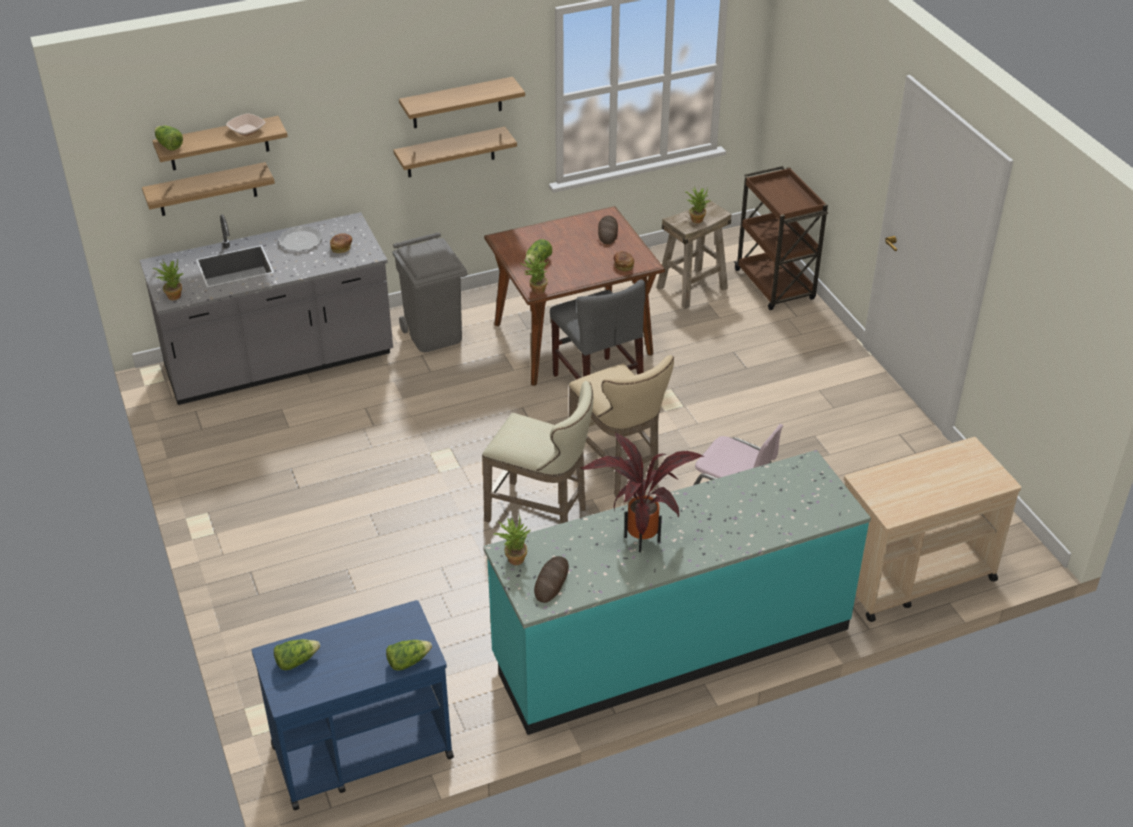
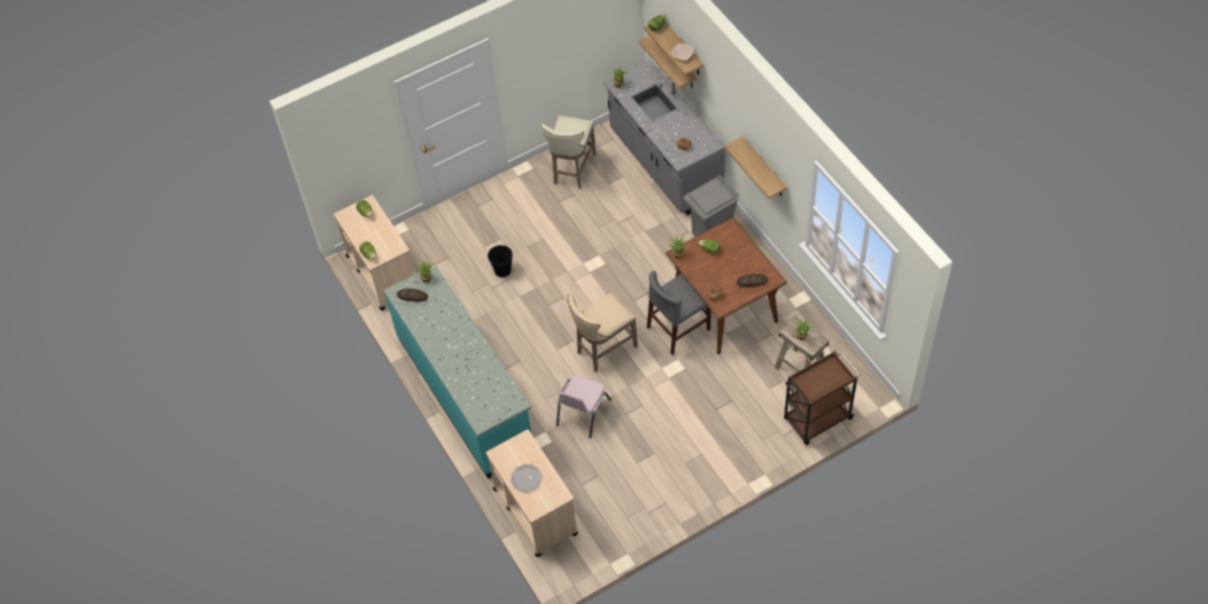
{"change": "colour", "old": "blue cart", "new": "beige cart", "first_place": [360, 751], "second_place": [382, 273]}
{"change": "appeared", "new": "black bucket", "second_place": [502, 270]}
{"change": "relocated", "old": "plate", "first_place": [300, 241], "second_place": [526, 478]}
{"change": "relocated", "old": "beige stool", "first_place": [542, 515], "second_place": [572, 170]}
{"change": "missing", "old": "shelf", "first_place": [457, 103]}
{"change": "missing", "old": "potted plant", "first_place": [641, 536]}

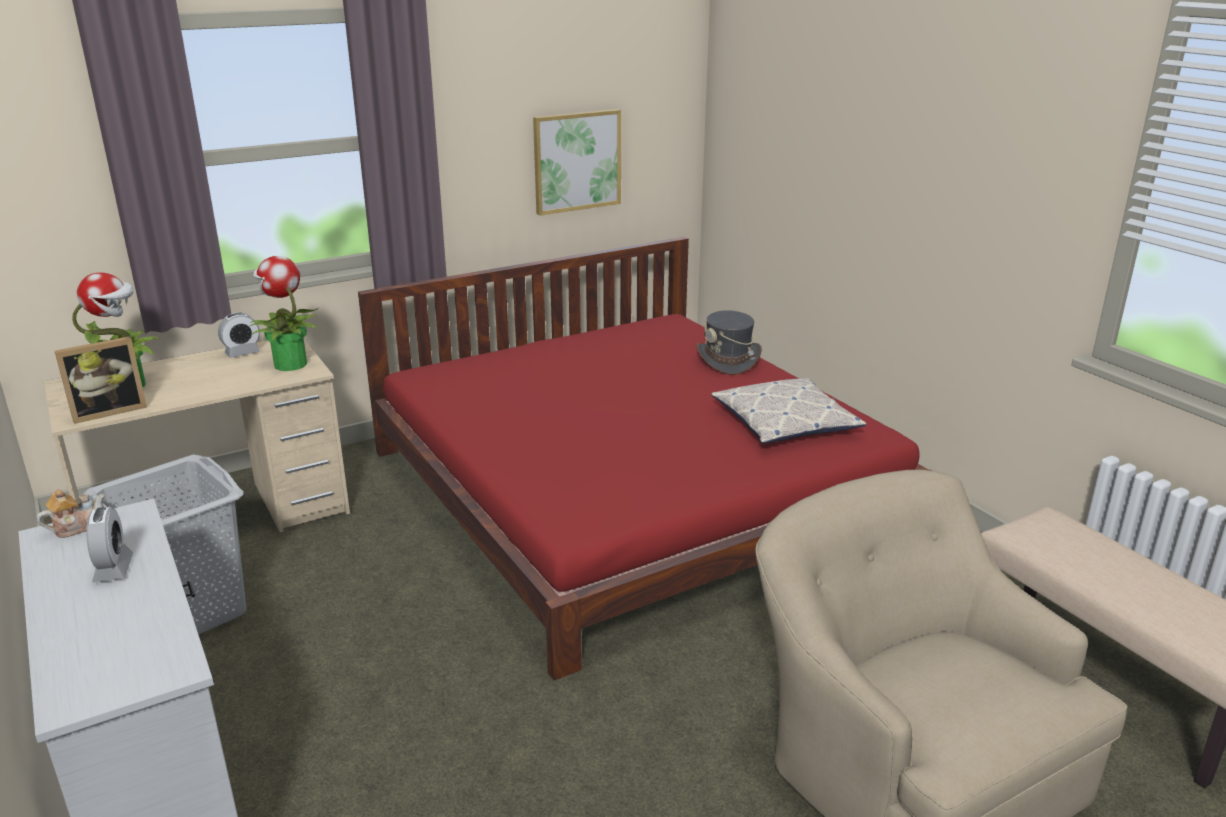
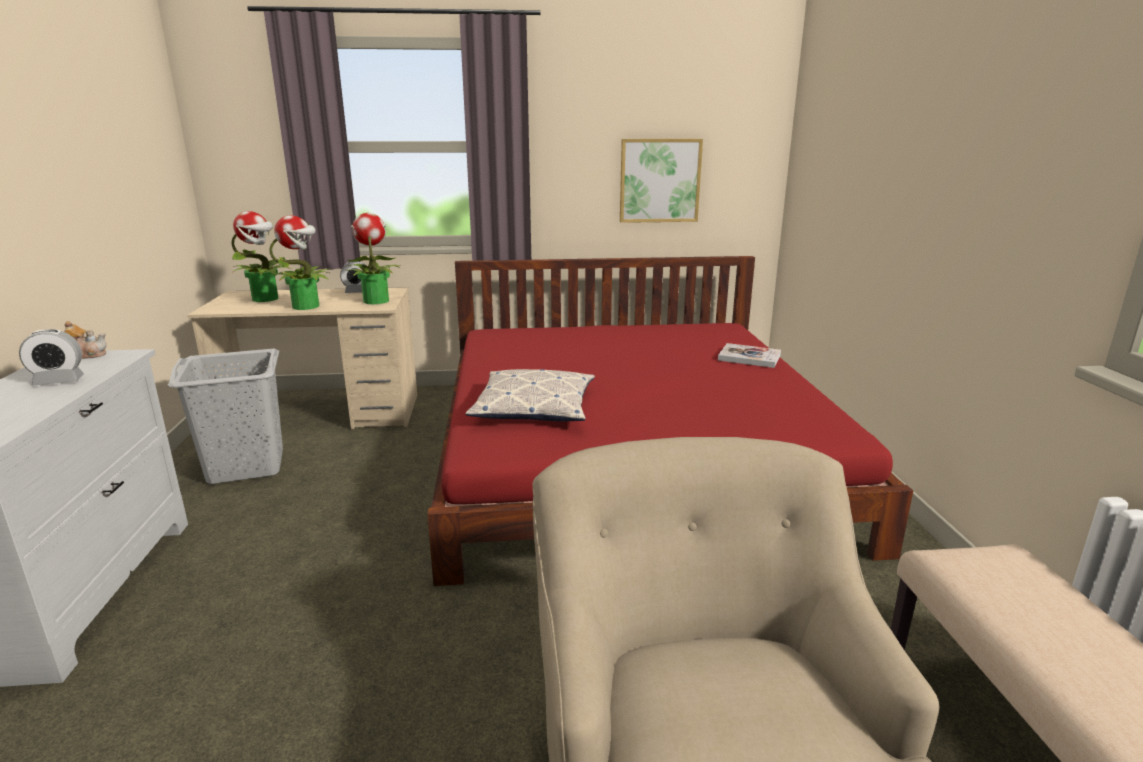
{"change": "spun", "old": "alarm clock", "first_place": [113, 568], "second_place": [59, 381], "degrees": 60}
{"change": "appeared", "new": "potted plant", "second_place": [307, 306]}
{"change": "relocated", "old": "pillow", "first_place": [785, 422], "second_place": [534, 408]}
{"change": "exchanged", "old": "grey hat", "new": "book", "first_place": [728, 360], "second_place": [749, 357]}
{"change": "missing", "old": "picture frame", "first_place": [109, 411]}

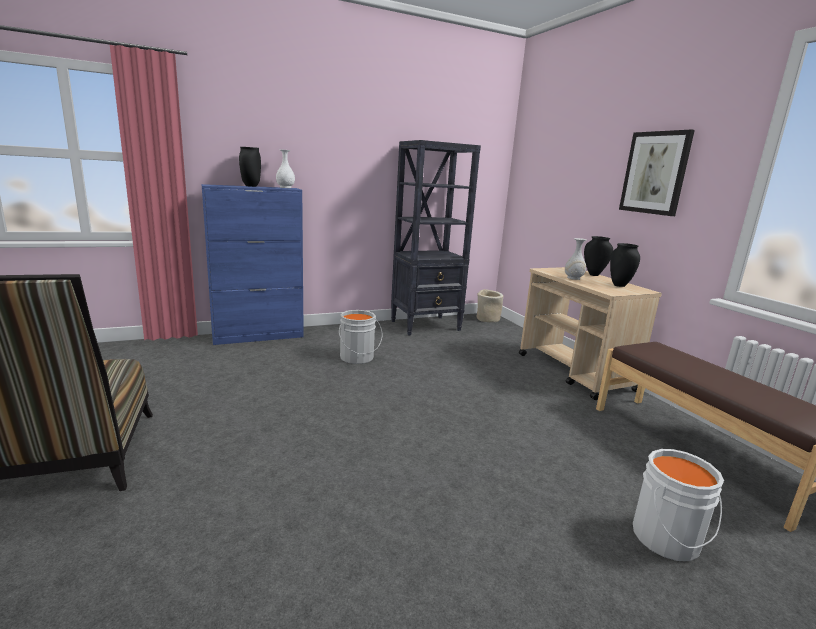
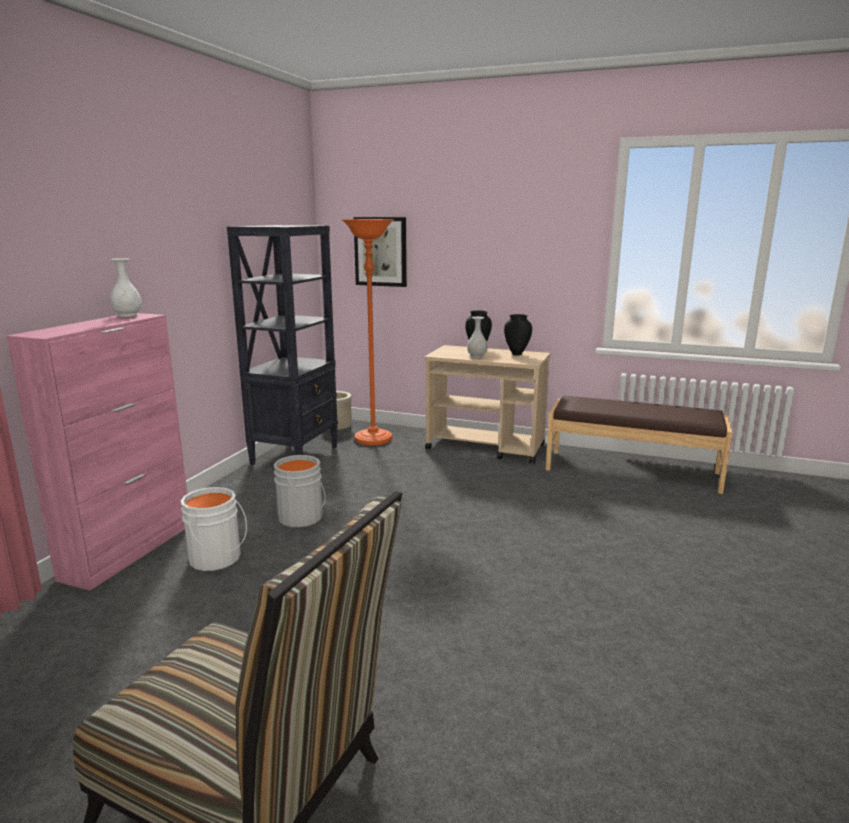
{"change": "colour", "old": "blue cabinet", "new": "pink cabinet", "first_place": [259, 336], "second_place": [130, 550]}
{"change": "relocated", "old": "white bucket", "first_place": [668, 540], "second_place": [217, 558]}
{"change": "appeared", "new": "orange floor lamp", "second_place": [373, 440]}
{"change": "relocated", "old": "picture", "first_place": [655, 173], "second_place": [381, 251]}
{"change": "missing", "old": "black vase", "first_place": [251, 186]}

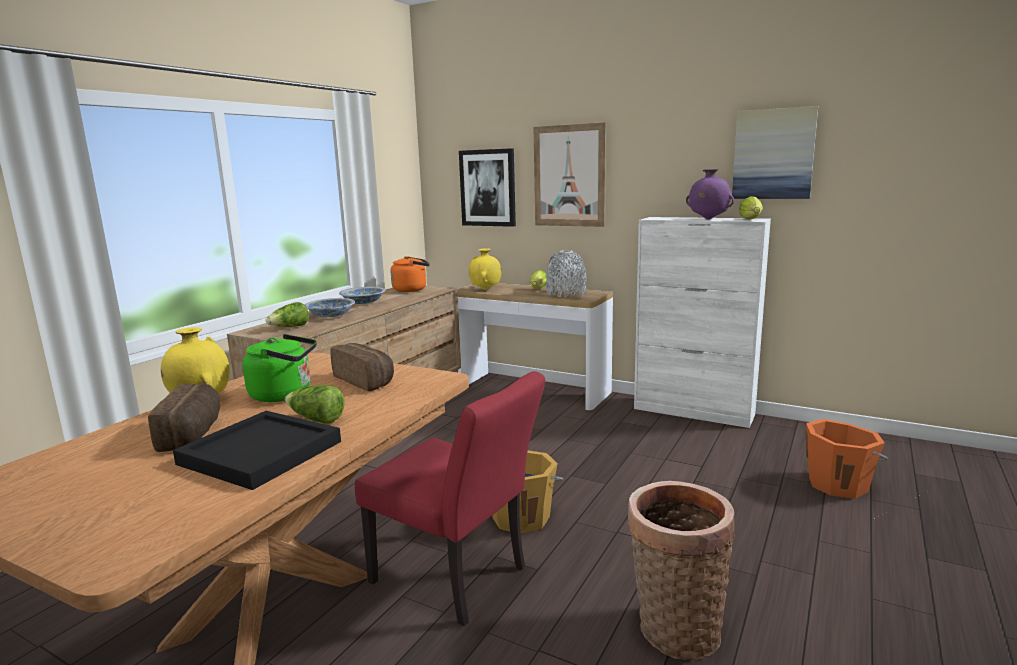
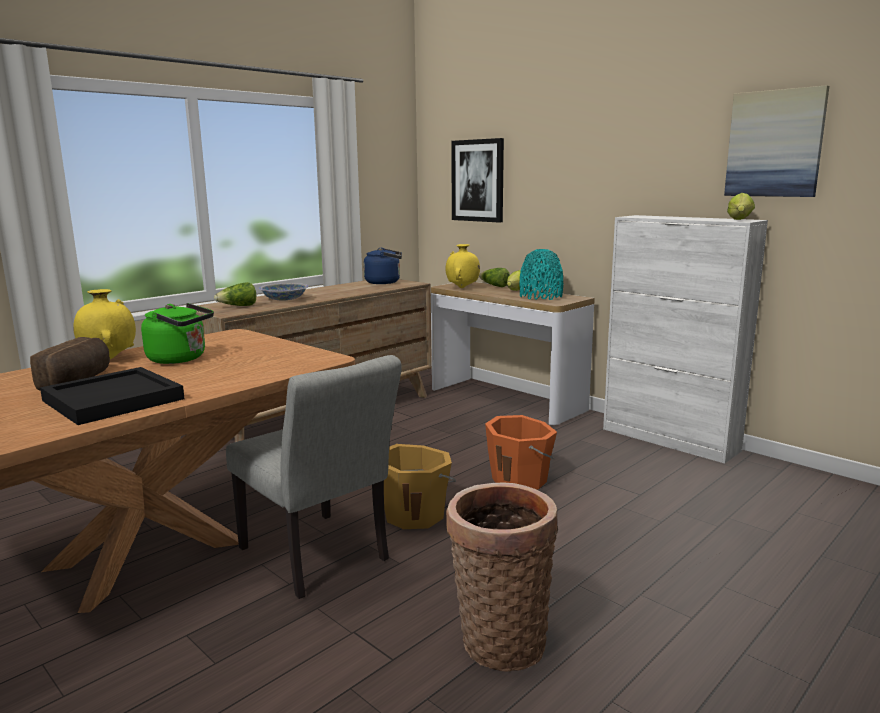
{"change": "colour", "old": "red chair", "new": "grey chair", "first_place": [458, 579], "second_place": [320, 558]}
{"change": "colour", "old": "orange kettle", "new": "blue kettle", "first_place": [412, 289], "second_place": [385, 282]}
{"change": "relocated", "old": "lettuce", "first_place": [316, 419], "second_place": [494, 286]}
{"change": "relocated", "old": "orange bucket", "first_place": [838, 484], "second_place": [520, 479]}
{"change": "colour", "old": "grey vase", "new": "turquoise vase", "first_place": [566, 294], "second_place": [540, 296]}
{"change": "missing", "old": "bread", "first_place": [366, 380]}
{"change": "missing", "old": "bowl", "first_place": [363, 303]}
{"change": "missing", "old": "picture", "first_place": [569, 176]}
{"change": "missing", "old": "purple vase", "first_place": [708, 219]}

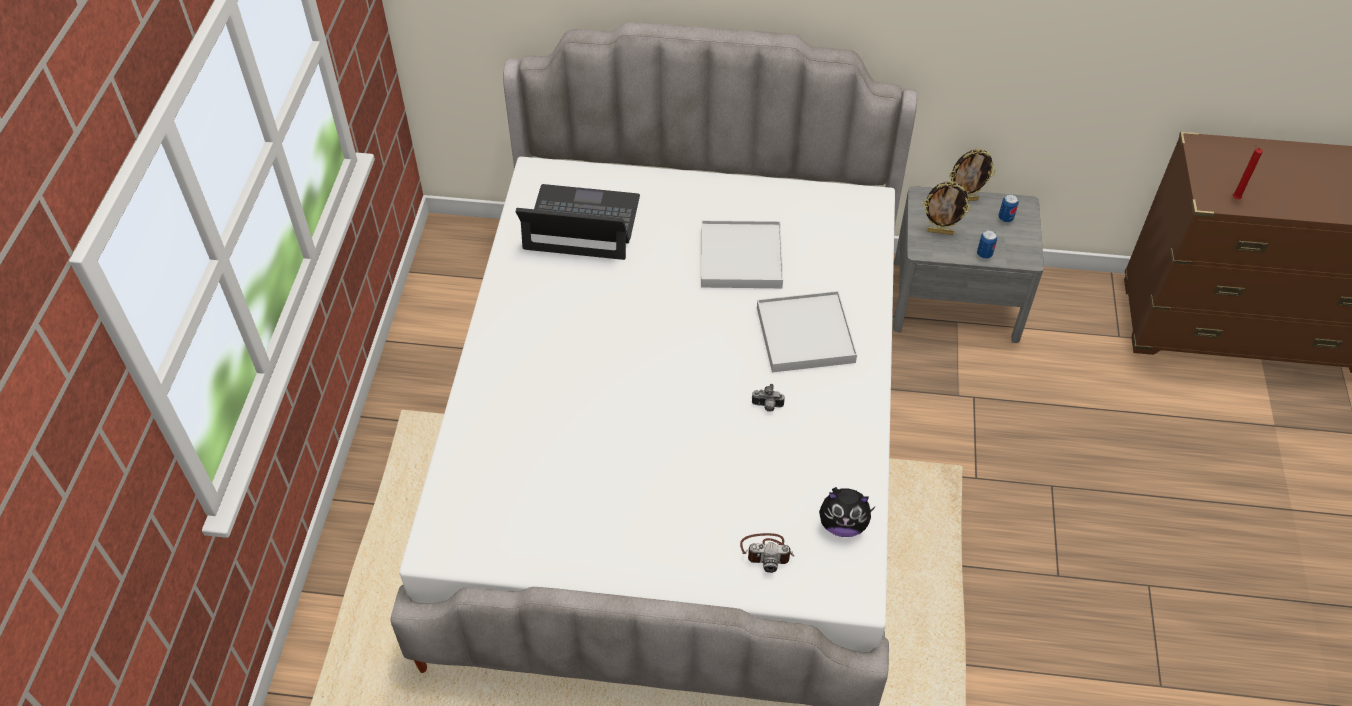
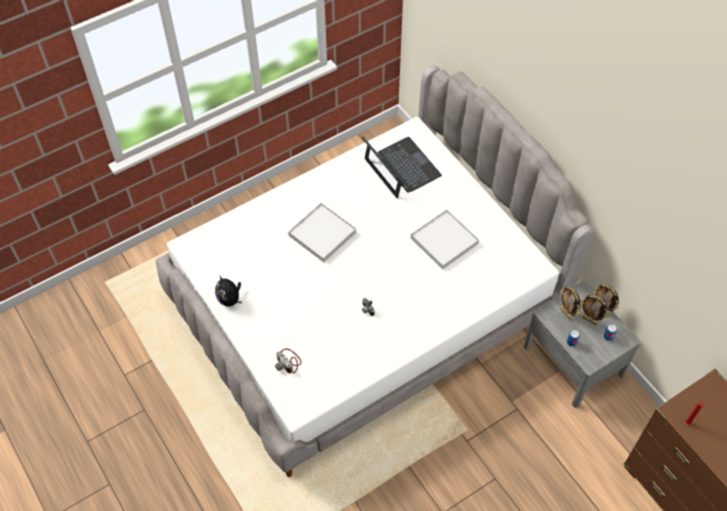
{"change": "relocated", "old": "plush toy", "first_place": [842, 524], "second_place": [230, 299]}
{"change": "relocated", "old": "white tray", "first_place": [805, 334], "second_place": [322, 234]}
{"change": "appeared", "new": "picture frame", "second_place": [590, 320]}

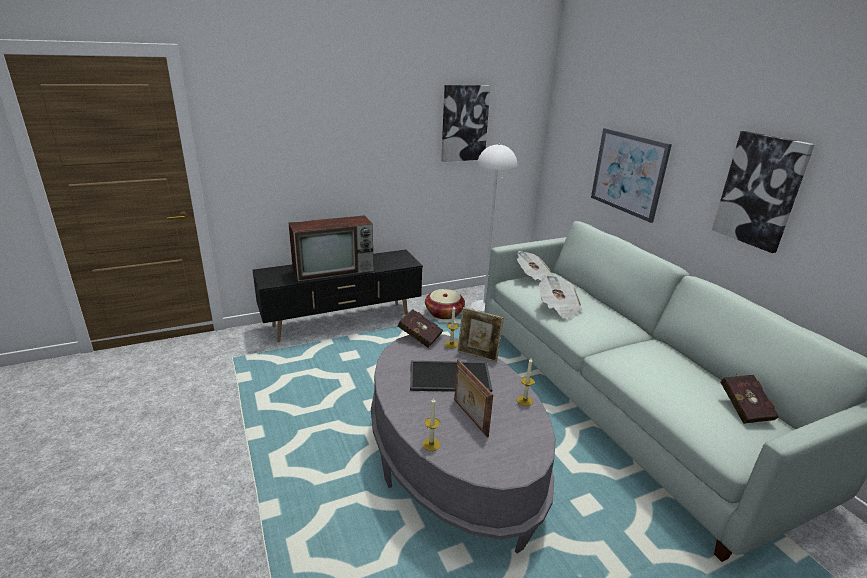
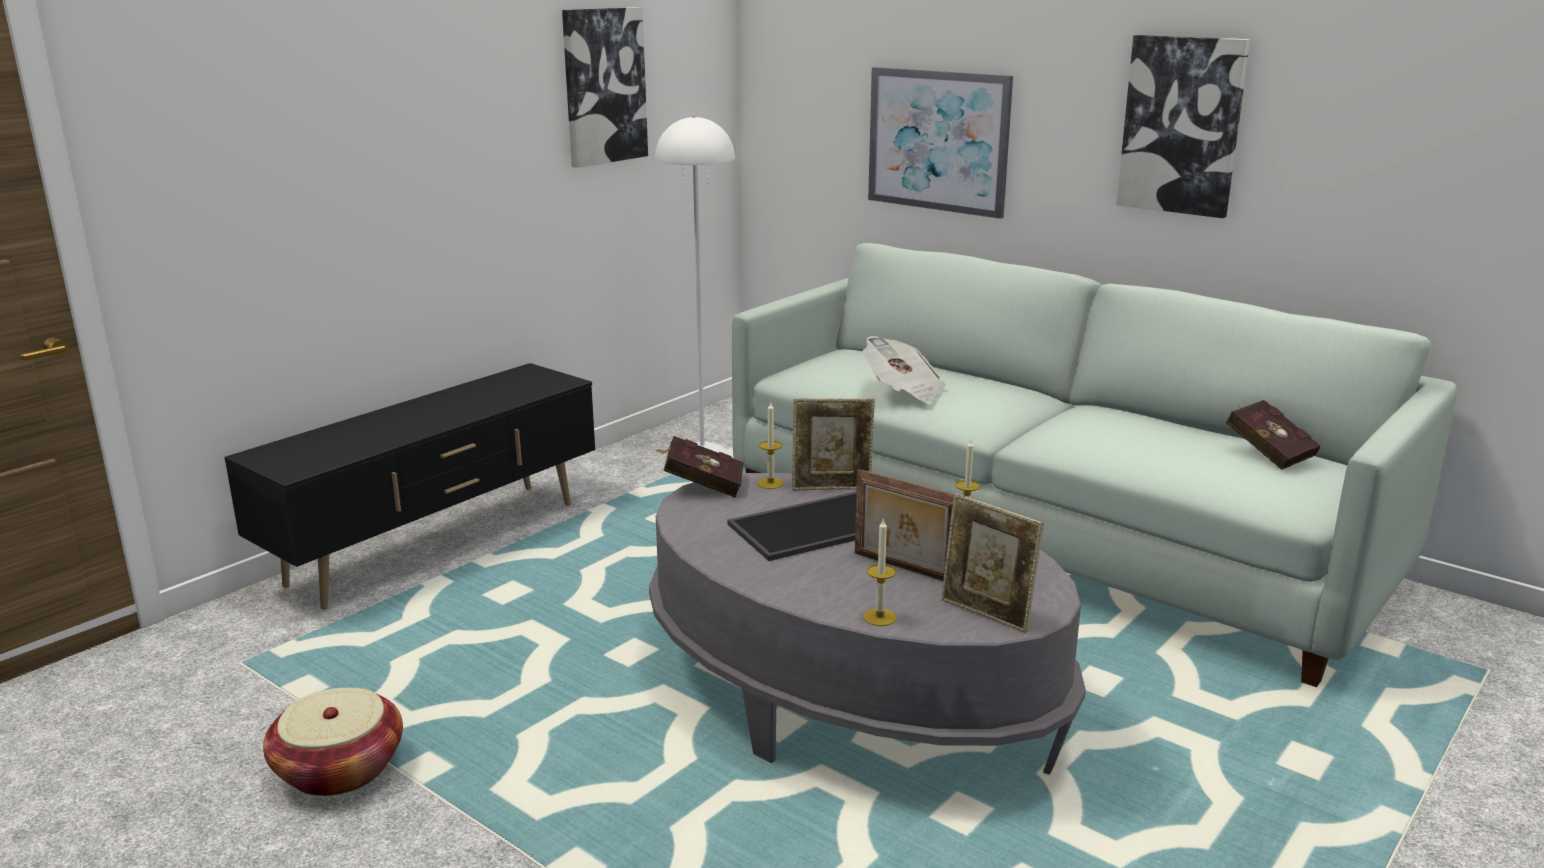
{"change": "relocated", "old": "basket", "first_place": [444, 313], "second_place": [339, 769]}
{"change": "appeared", "new": "picture frame", "second_place": [986, 614]}
{"change": "missing", "old": "television", "first_place": [334, 270]}
{"change": "missing", "old": "newspaper", "first_place": [534, 278]}

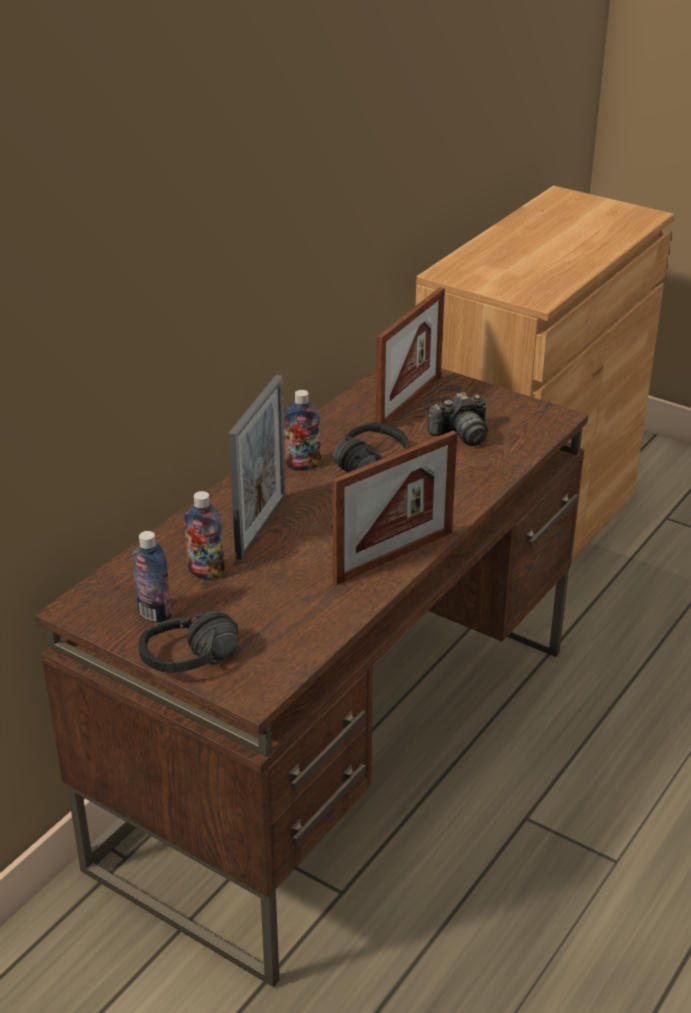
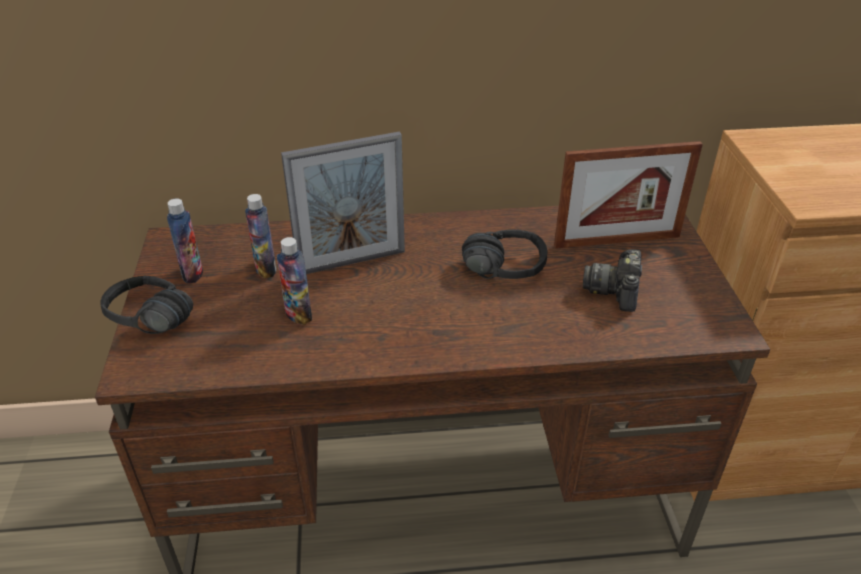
{"change": "relocated", "old": "bottle", "first_place": [302, 465], "second_place": [298, 315]}
{"change": "spun", "old": "photo camera", "first_place": [461, 434], "second_place": [615, 291], "degrees": 75}
{"change": "missing", "old": "picture frame", "first_place": [393, 557]}

